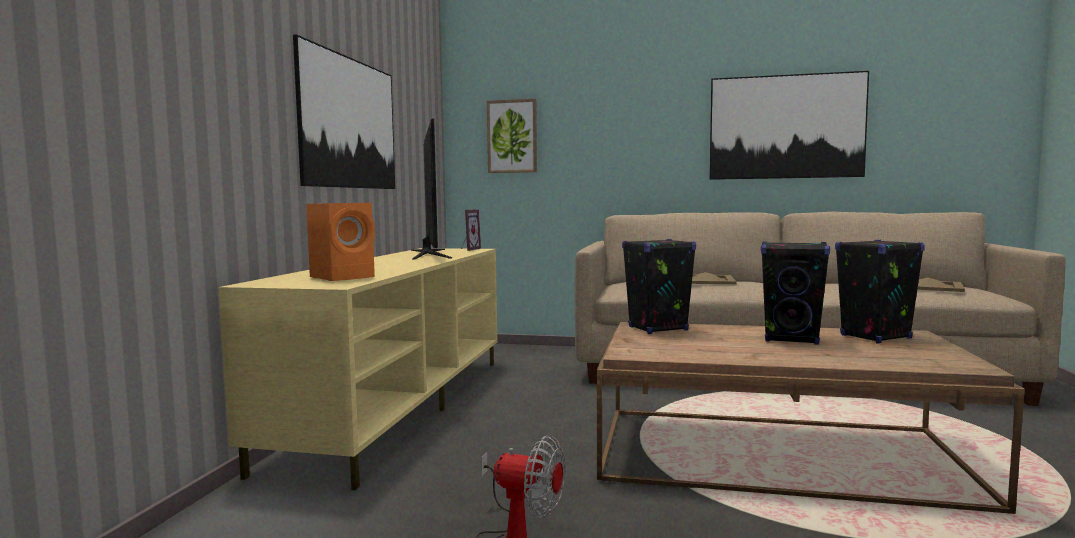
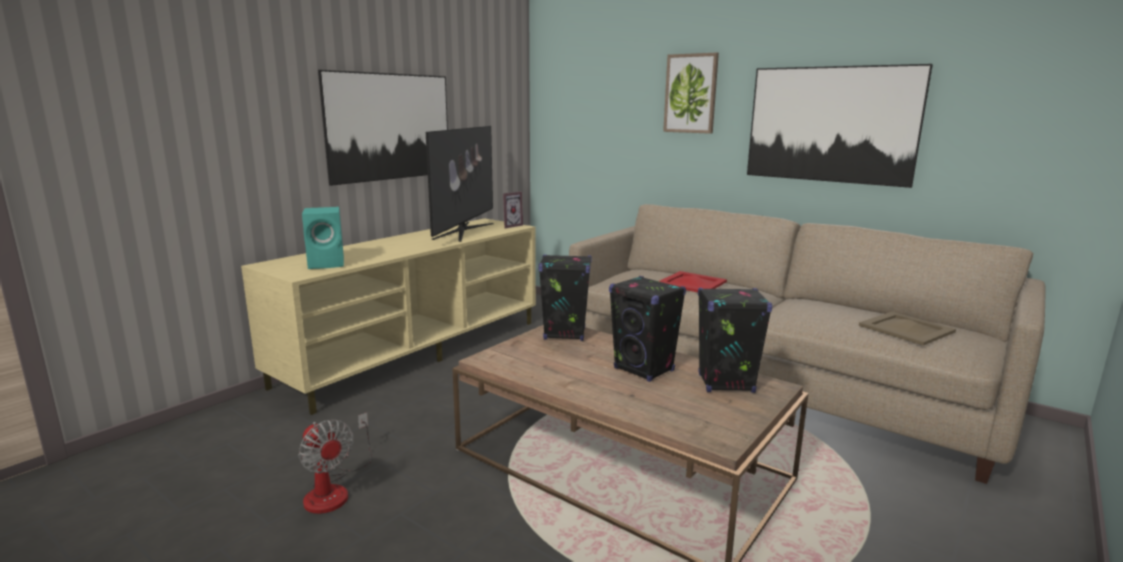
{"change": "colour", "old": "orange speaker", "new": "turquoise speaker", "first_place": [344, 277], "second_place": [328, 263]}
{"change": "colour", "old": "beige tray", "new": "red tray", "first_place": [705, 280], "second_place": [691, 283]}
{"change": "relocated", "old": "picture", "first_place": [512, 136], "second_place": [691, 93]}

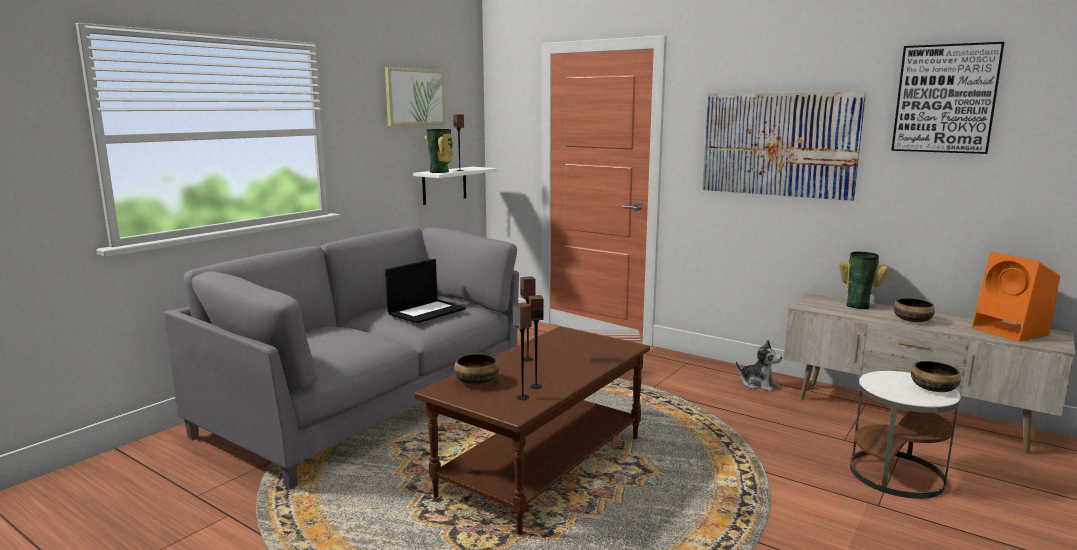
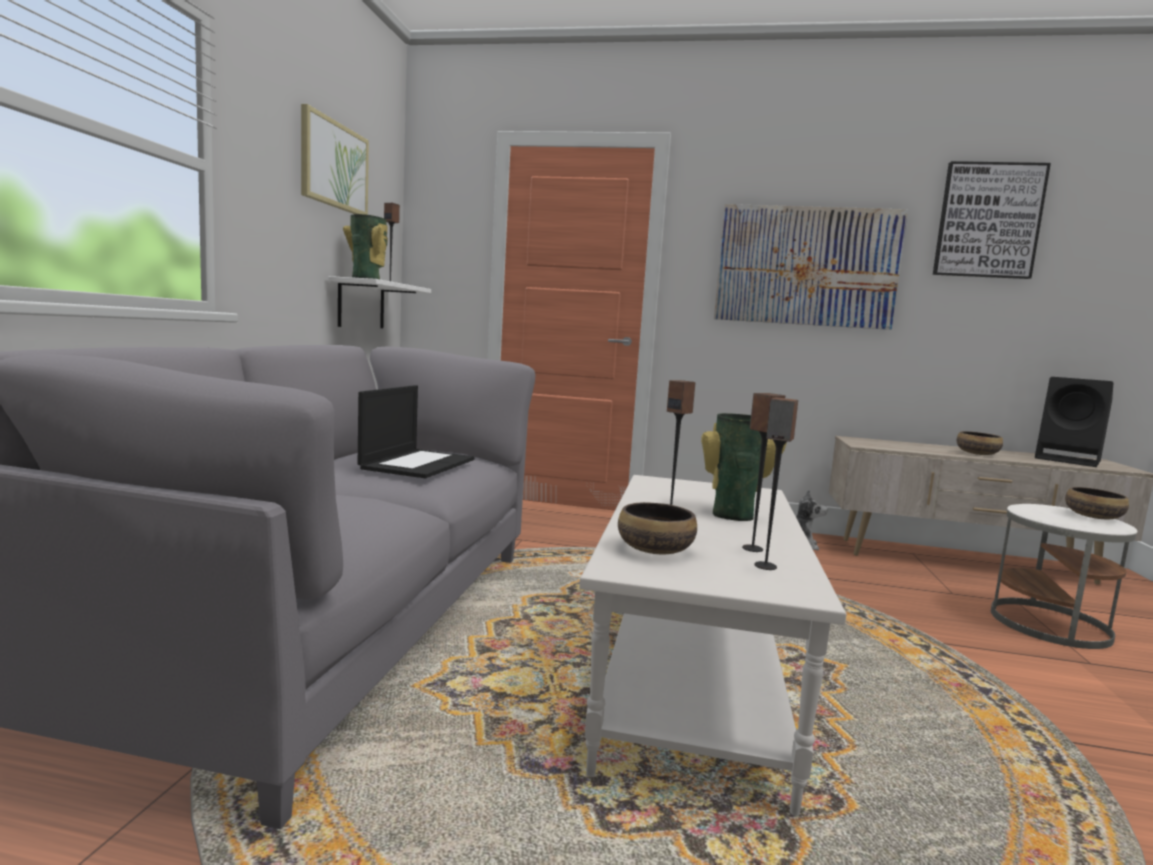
{"change": "colour", "old": "brown coffee table", "new": "white coffee table", "first_place": [542, 465], "second_place": [689, 682]}
{"change": "relocated", "old": "vase", "first_place": [858, 305], "second_place": [731, 513]}
{"change": "colour", "old": "orange speaker", "new": "black speaker", "first_place": [1011, 332], "second_place": [1069, 460]}

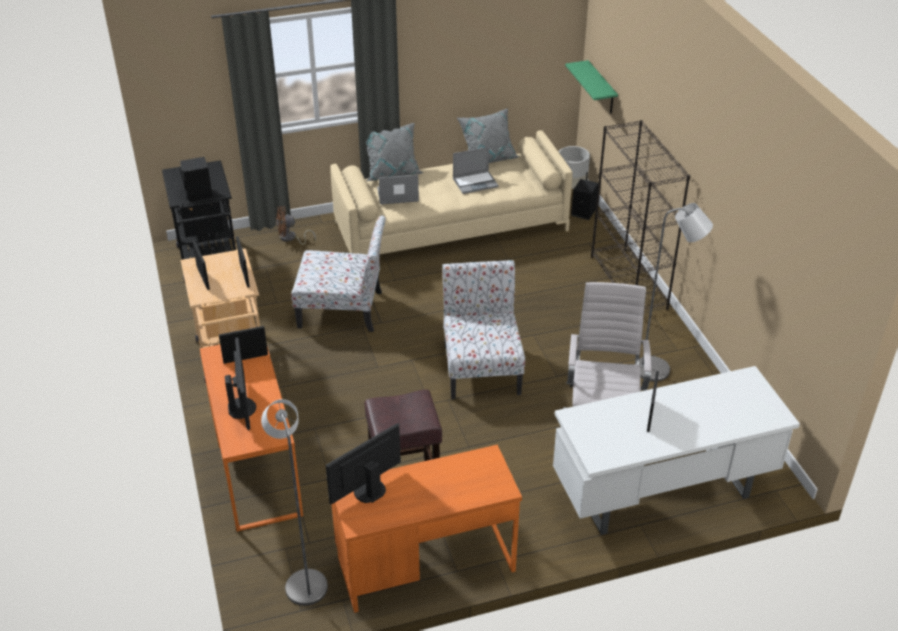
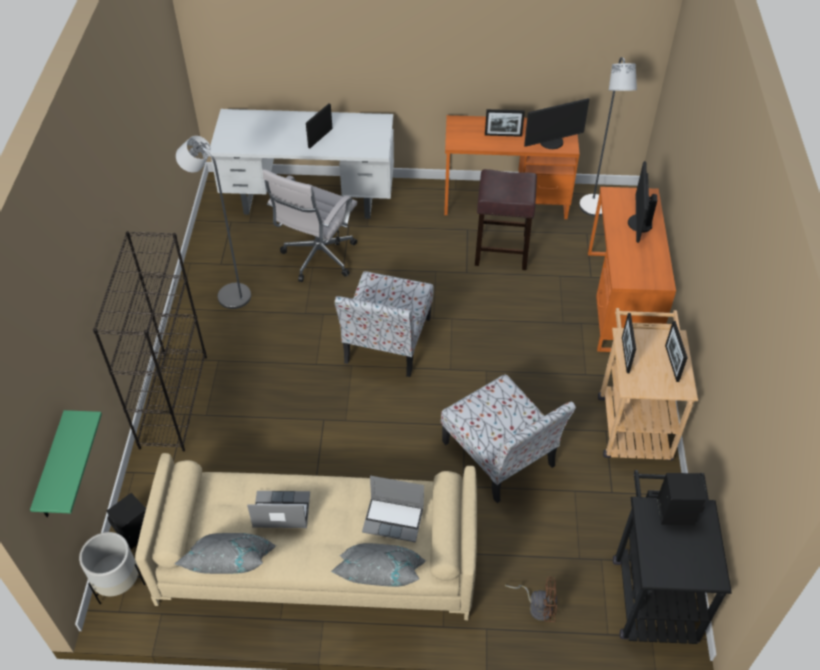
{"change": "spun", "old": "chair", "first_place": [343, 309], "second_place": [500, 456], "degrees": -150}
{"change": "relocated", "old": "picture frame", "first_place": [245, 358], "second_place": [503, 135]}

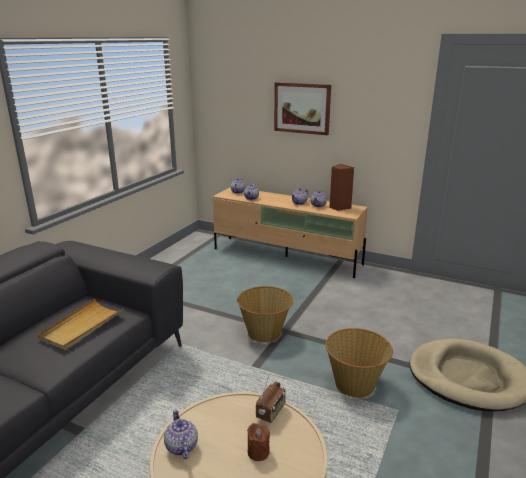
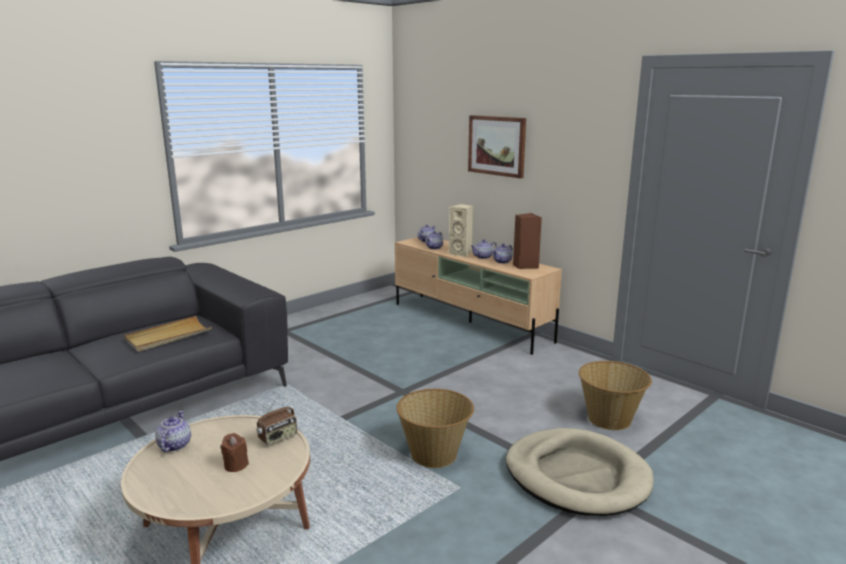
{"change": "appeared", "new": "beige speaker", "second_place": [461, 253]}
{"change": "relocated", "old": "basket", "first_place": [265, 333], "second_place": [610, 419]}

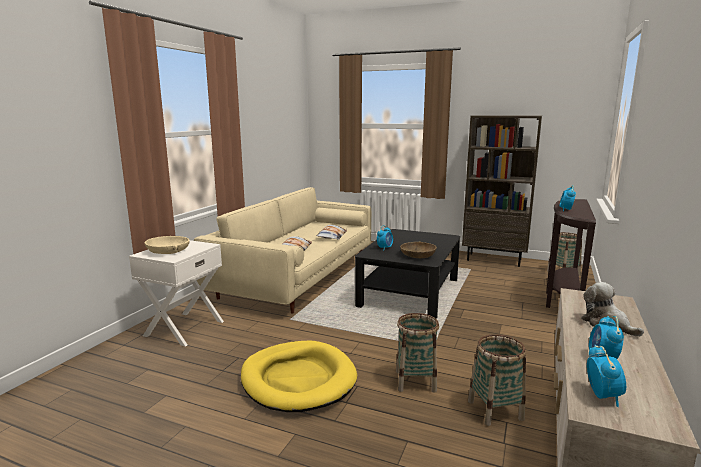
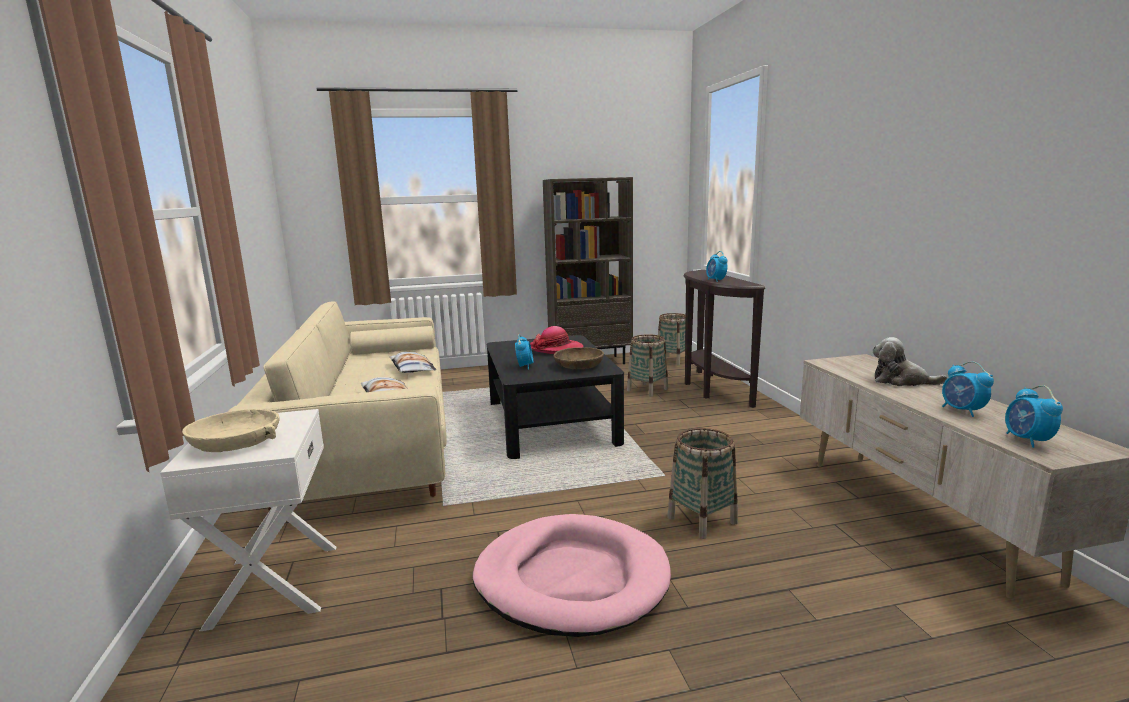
{"change": "colour", "old": "yellow dog bed", "new": "pink dog bed", "first_place": [298, 379], "second_place": [571, 579]}
{"change": "appeared", "new": "hat", "second_place": [555, 348]}
{"change": "relocated", "old": "basket", "first_place": [495, 410], "second_place": [647, 390]}
{"change": "spun", "old": "alarm clock", "first_place": [602, 396], "second_place": [1027, 440], "degrees": -150}

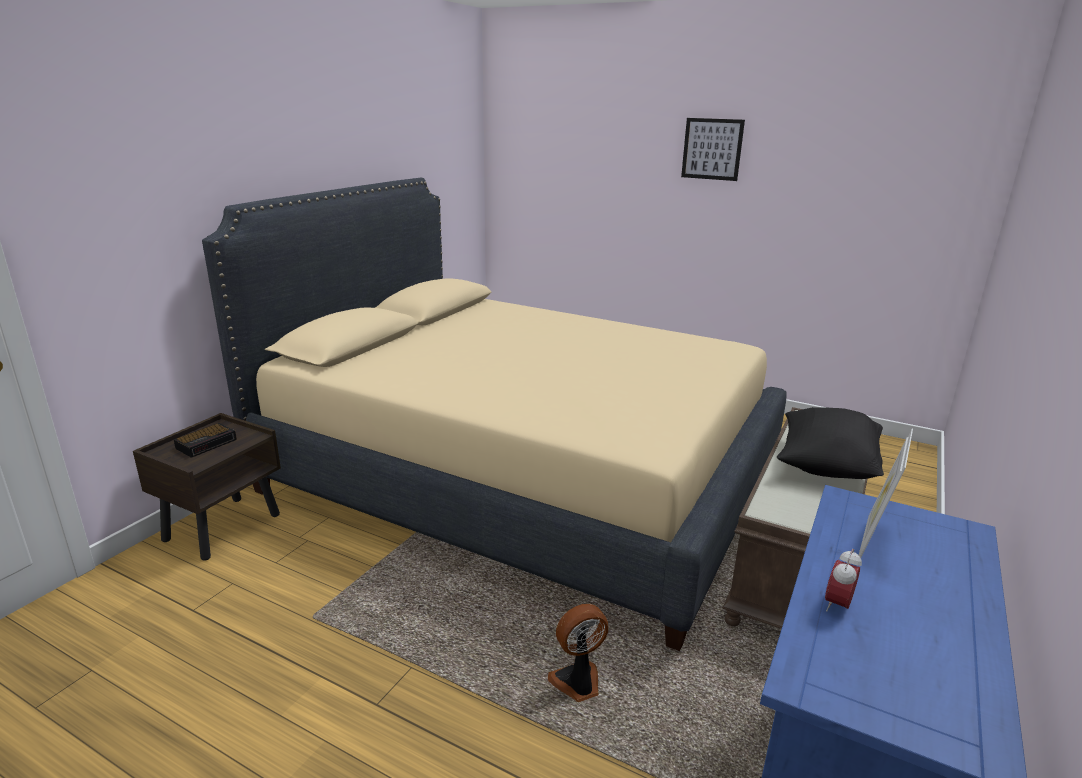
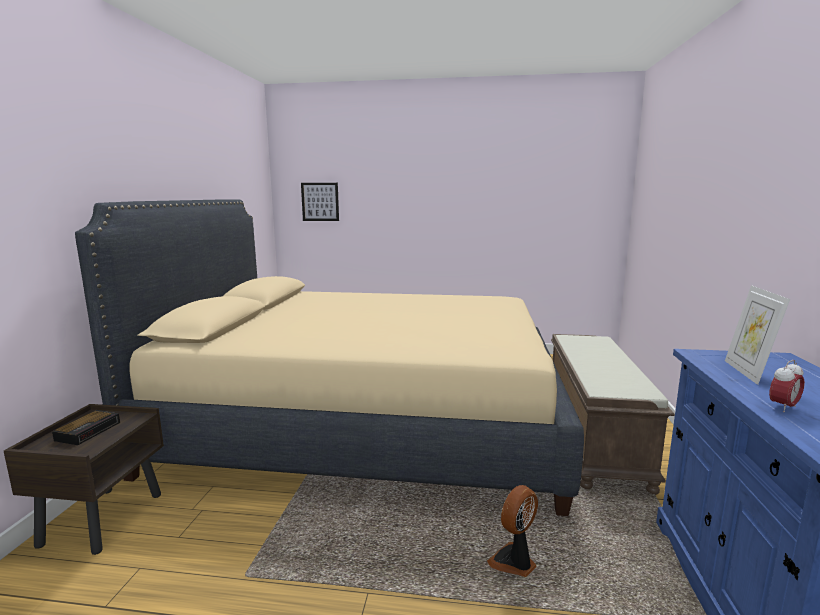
{"change": "relocated", "old": "picture", "first_place": [712, 149], "second_place": [320, 202]}
{"change": "spun", "old": "alarm clock", "first_place": [837, 605], "second_place": [783, 407], "degrees": -135}
{"change": "missing", "old": "black pillow", "first_place": [826, 466]}

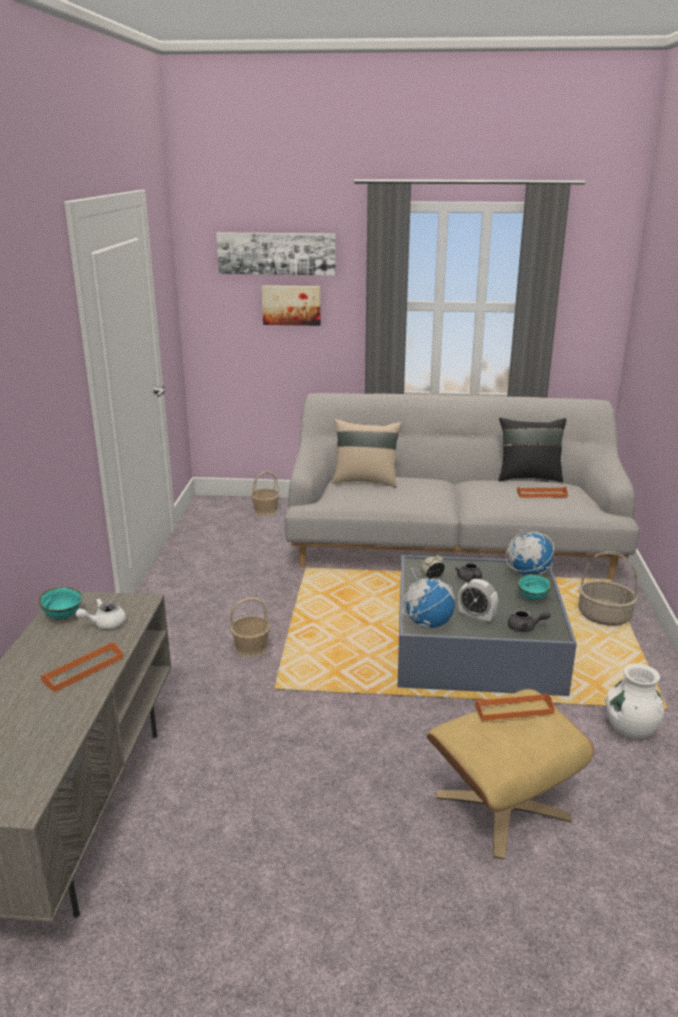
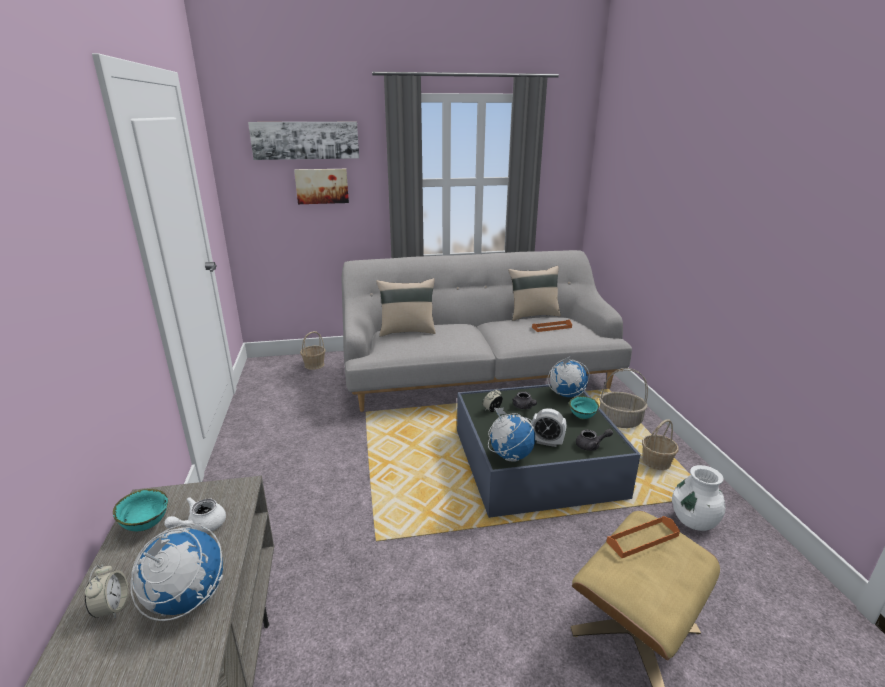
{"change": "appeared", "new": "alarm clock", "second_place": [112, 608]}
{"change": "exchanged", "old": "orange tray", "new": "globe", "first_place": [83, 669], "second_place": [186, 600]}
{"change": "colour", "old": "black pillow", "new": "beige pillow", "first_place": [528, 477], "second_place": [533, 315]}
{"change": "relocated", "old": "basket", "first_place": [251, 648], "second_place": [656, 462]}

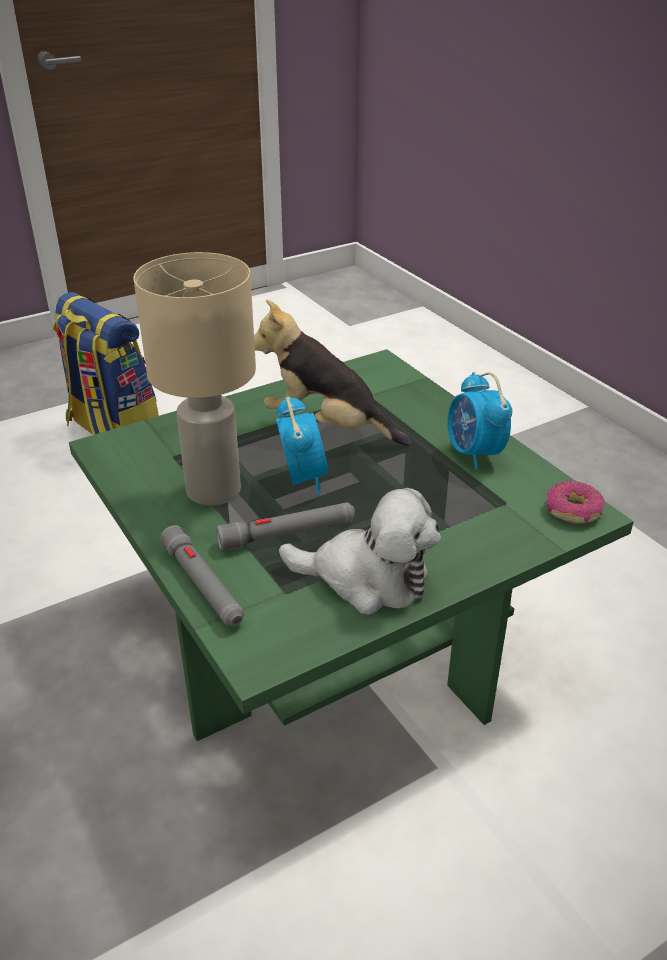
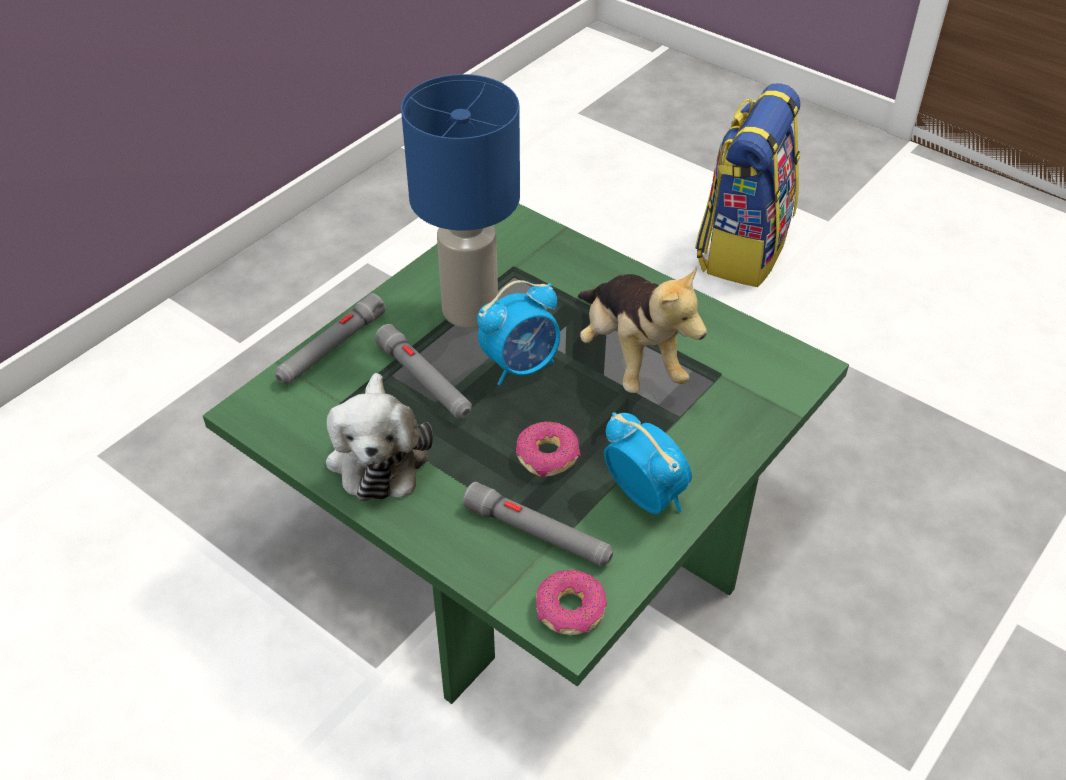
{"change": "colour", "old": "beige table lamp", "new": "blue table lamp", "first_place": [213, 489], "second_place": [472, 310]}
{"change": "appeared", "new": "grey flashlight", "second_place": [538, 533]}
{"change": "appeared", "new": "donut", "second_place": [548, 456]}
{"change": "spun", "old": "plush toy", "first_place": [327, 426], "second_place": [630, 358], "degrees": 150}
{"change": "spun", "old": "alarm clock", "first_place": [474, 453], "second_place": [644, 496], "degrees": 90}

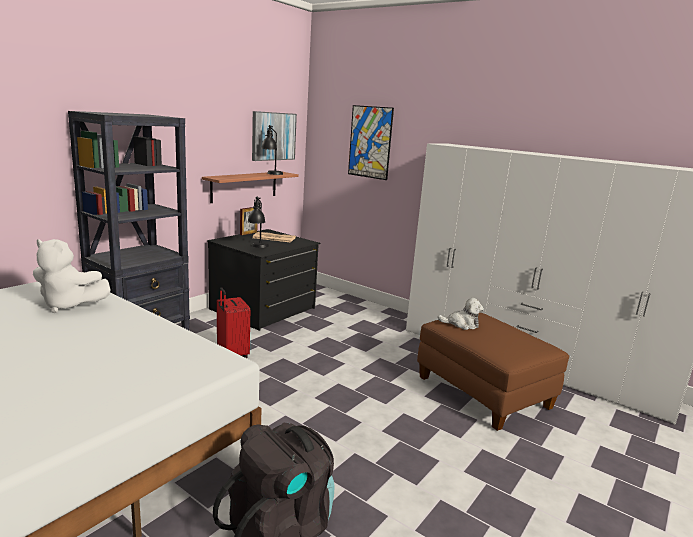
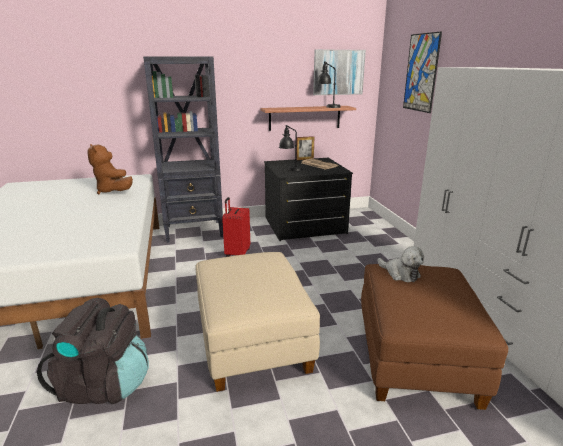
{"change": "colour", "old": "white plush toy", "new": "brown plush toy", "first_place": [69, 305], "second_place": [113, 191]}
{"change": "appeared", "new": "beige ottoman", "second_place": [253, 342]}

